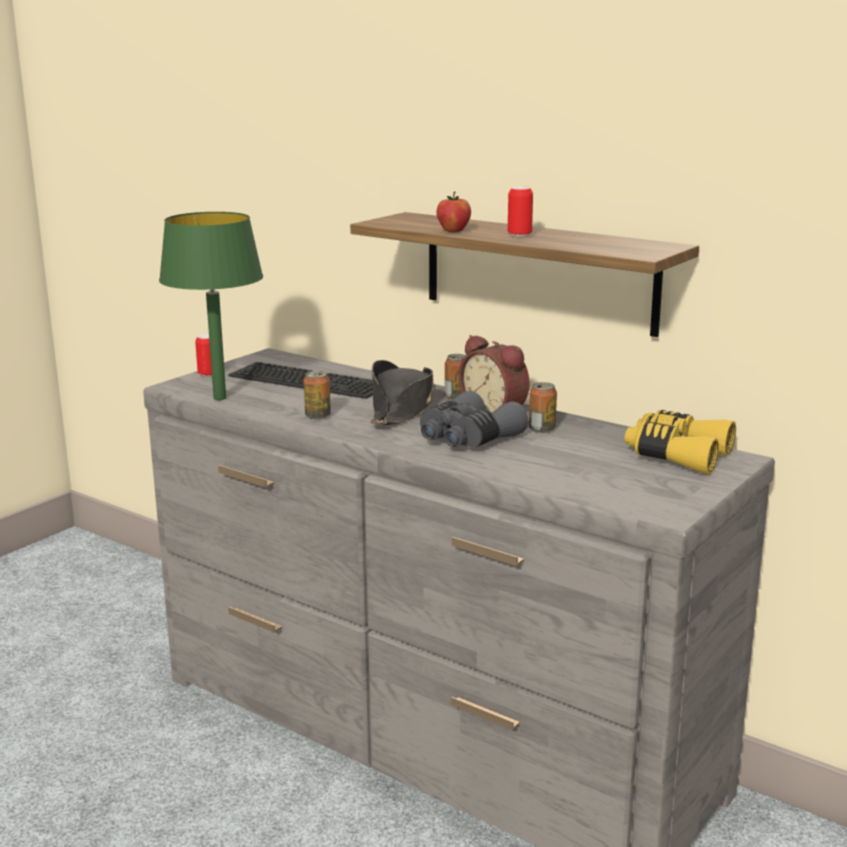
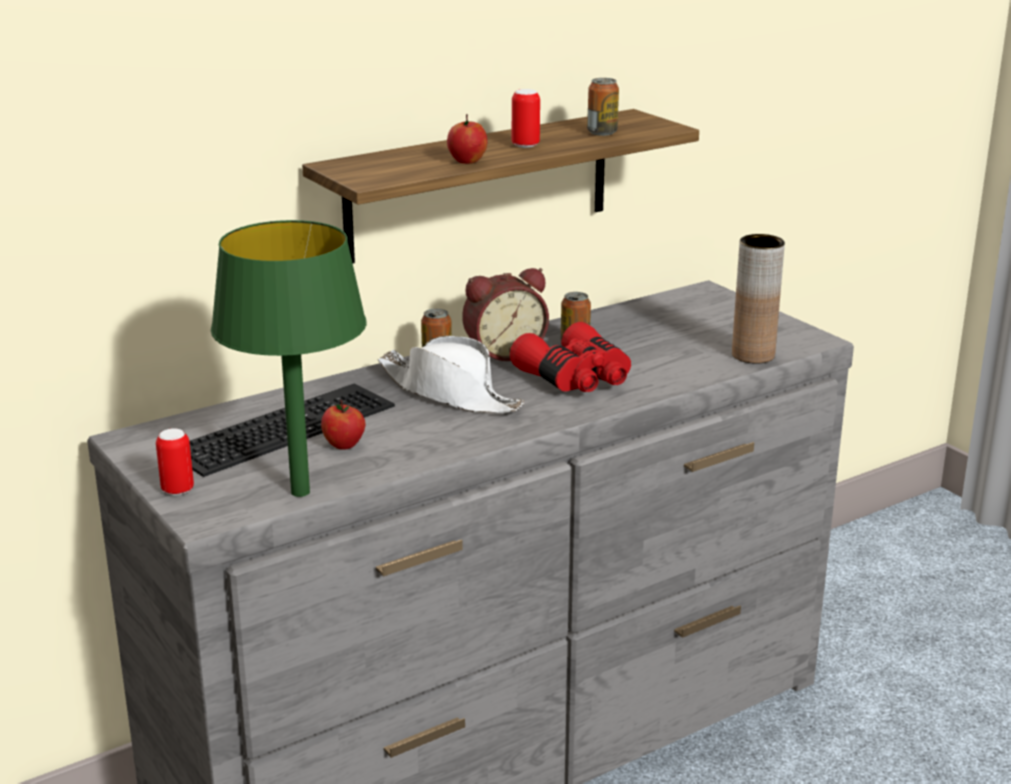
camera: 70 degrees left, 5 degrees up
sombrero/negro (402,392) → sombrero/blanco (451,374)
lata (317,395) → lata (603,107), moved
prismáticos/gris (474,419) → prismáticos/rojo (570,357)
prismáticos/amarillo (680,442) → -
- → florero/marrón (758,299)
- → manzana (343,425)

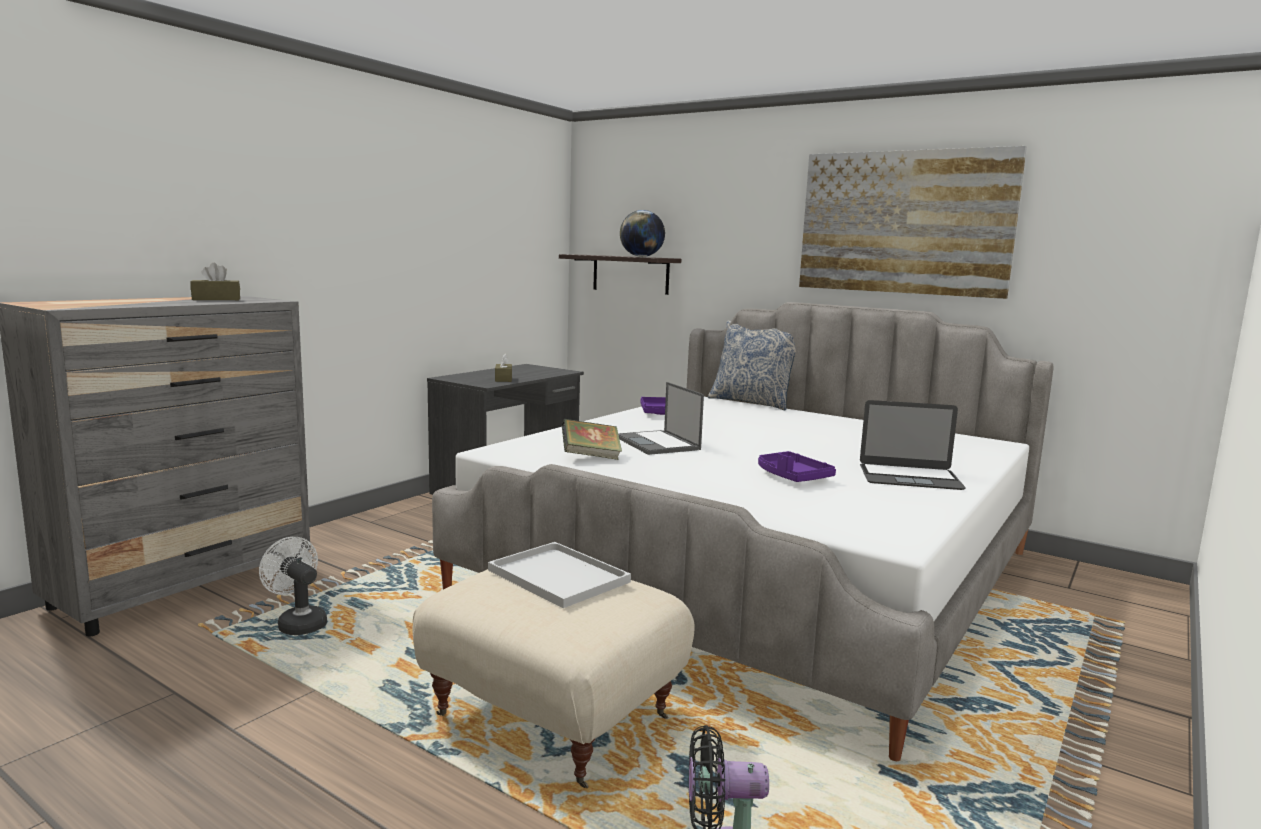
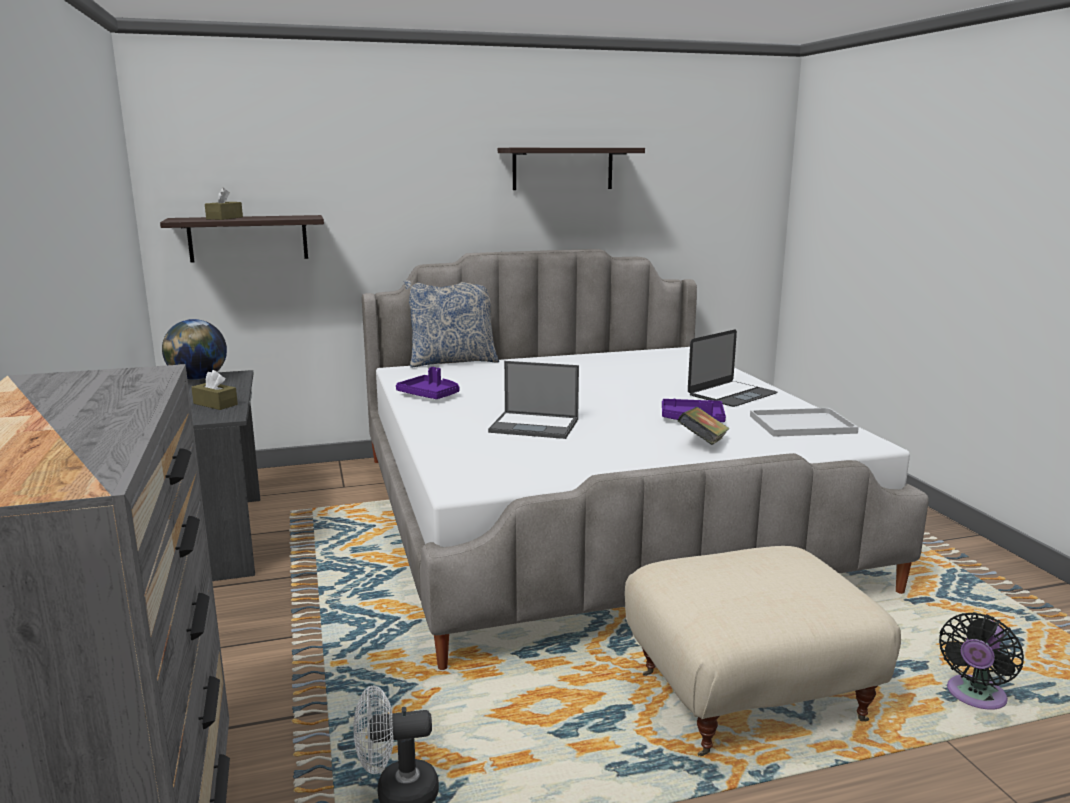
camera: 50 degrees left, 5 degrees up
cuadro (913,222) → estante (571,169)
globo terráqueo (642,233) → globo terráqueo (194,349), moved
caja de pañuelos/marrón (215,281) → caja de pañuelos/marrón (224,204), moved
libro (592,439) → libro (703,426), moved
bandeja/blanco (559,575) → bandeja/blanco (804,422), moved

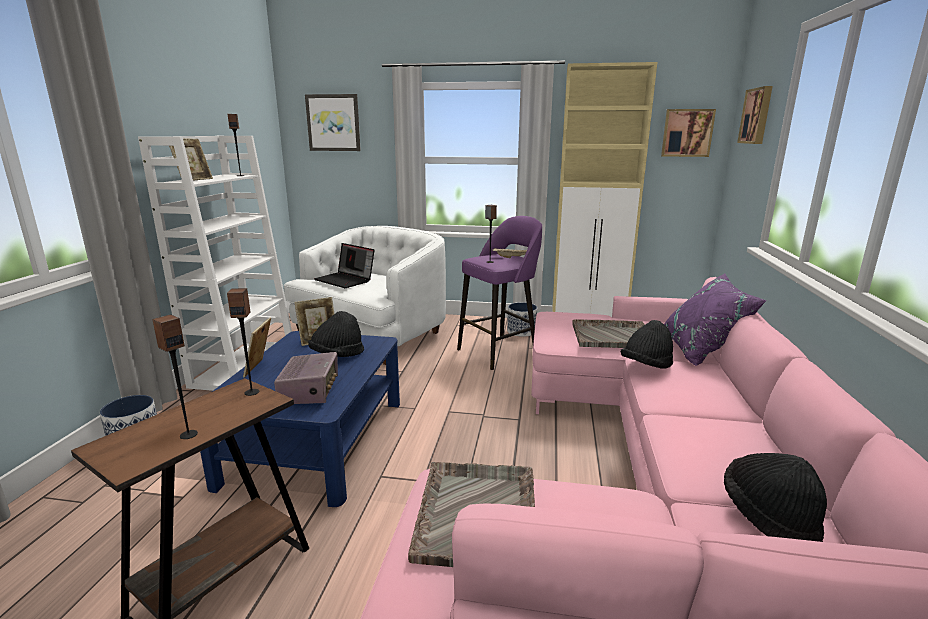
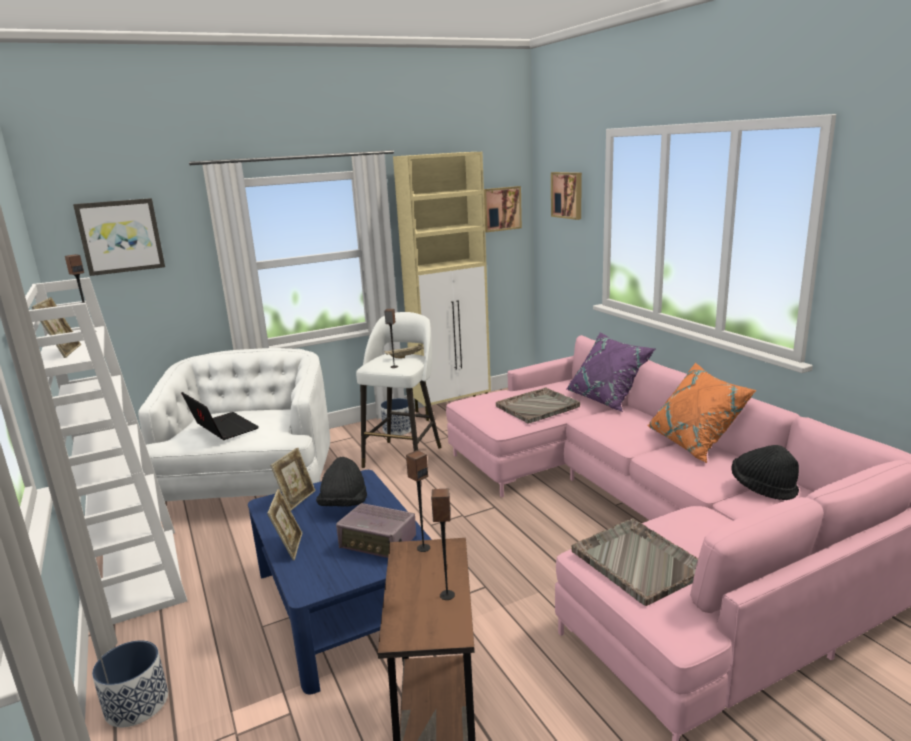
camera: 35 degrees left, 0 degrees up
taburete/morado (499,293) → taburete/blanco (399,390)
portátil (344,265) → portátil (220,416), 135 degrees counterclockwise
portarretratos (257,348) → portarretratos (284,524), 150 degrees counterclockwise
sombrero/negro (646,344) → -
radio (306,378) → radio (376,530), 150 degrees clockwise
- → cojín/naranja (702,412)

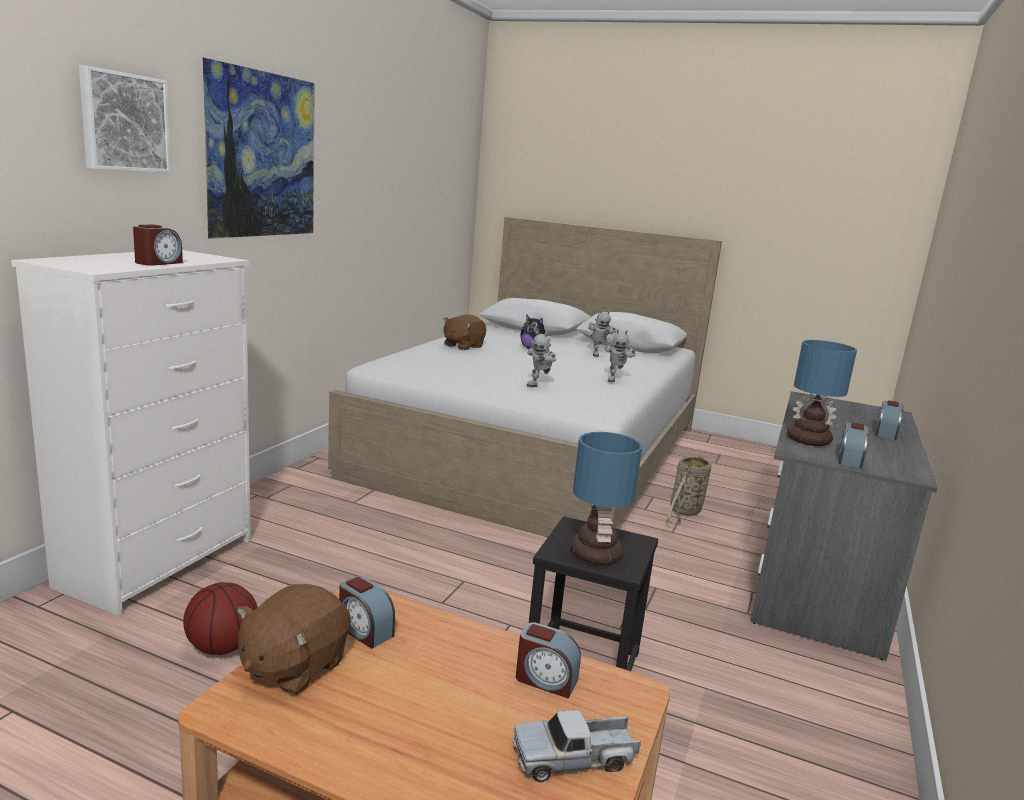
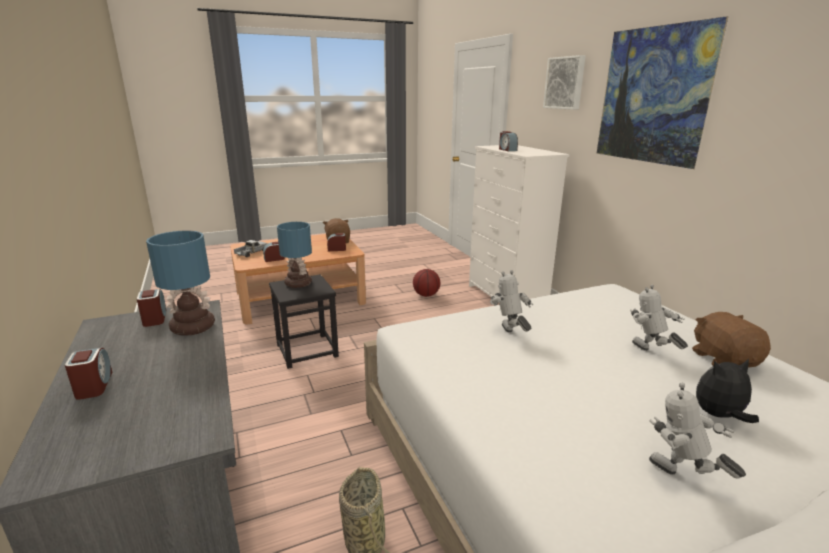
camera: 135 degrees right, 5 degrees up
robot de juguete (620,355) → robot de juguete (659,317), moved

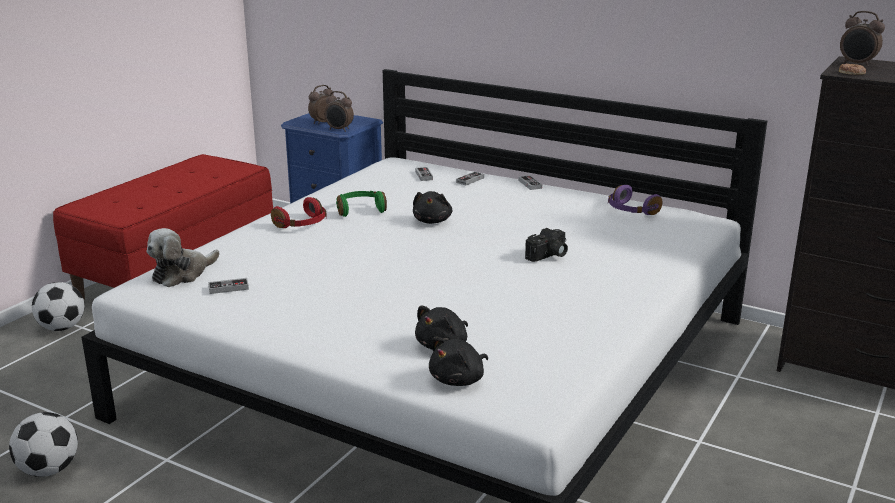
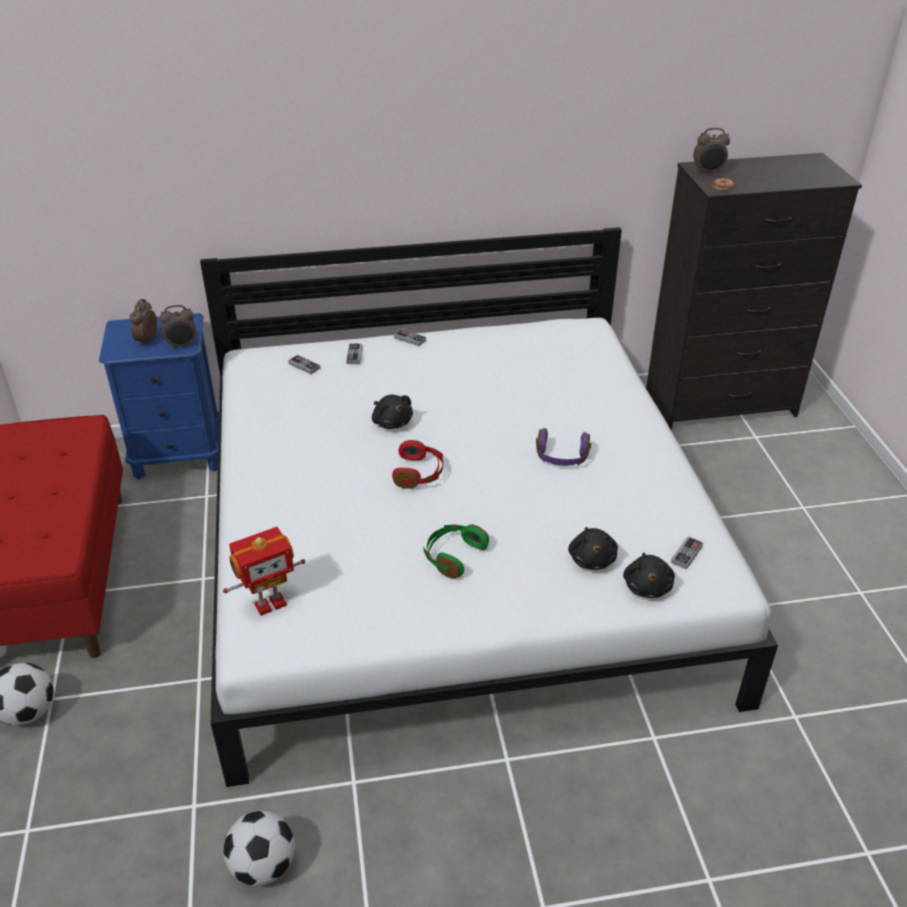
camera: 40 degrees left, 15 degrees up
auriculares/morado (635,200) → auriculares/morado (563,447), moved
auriculares/verde (361,204) → auriculares/verde (456,551), moved
auriculares/rojo (298,212) → auriculares/rojo (417,464), moved
peluche (183,257) → robot de juguete (264,571)
cámara (546,245) → -
mando de consola (228,286) → mando de consola (687,553), moved

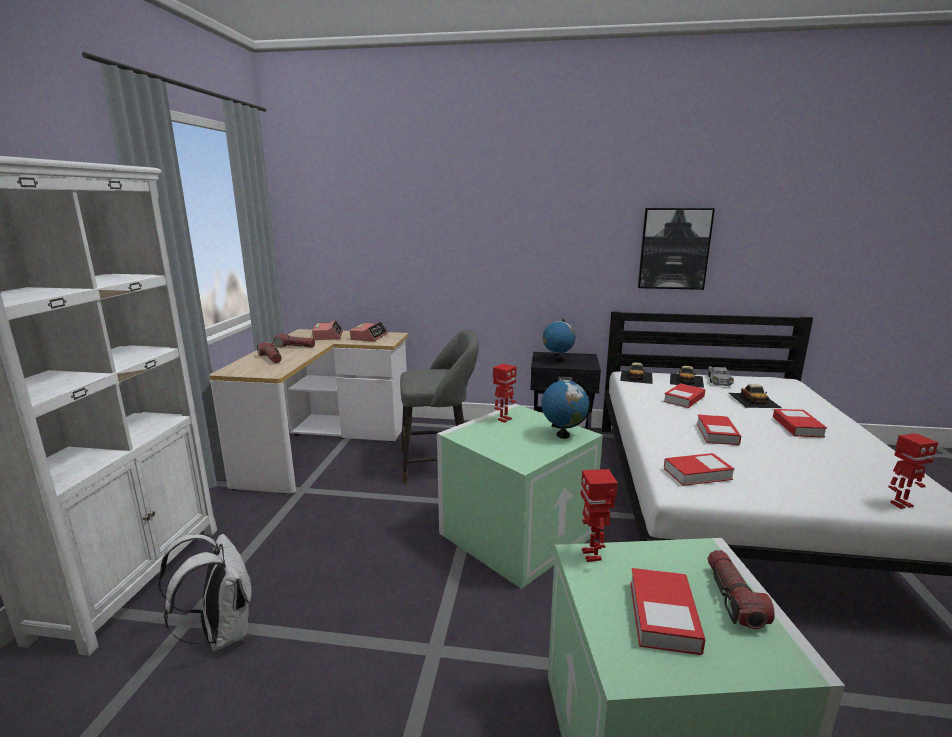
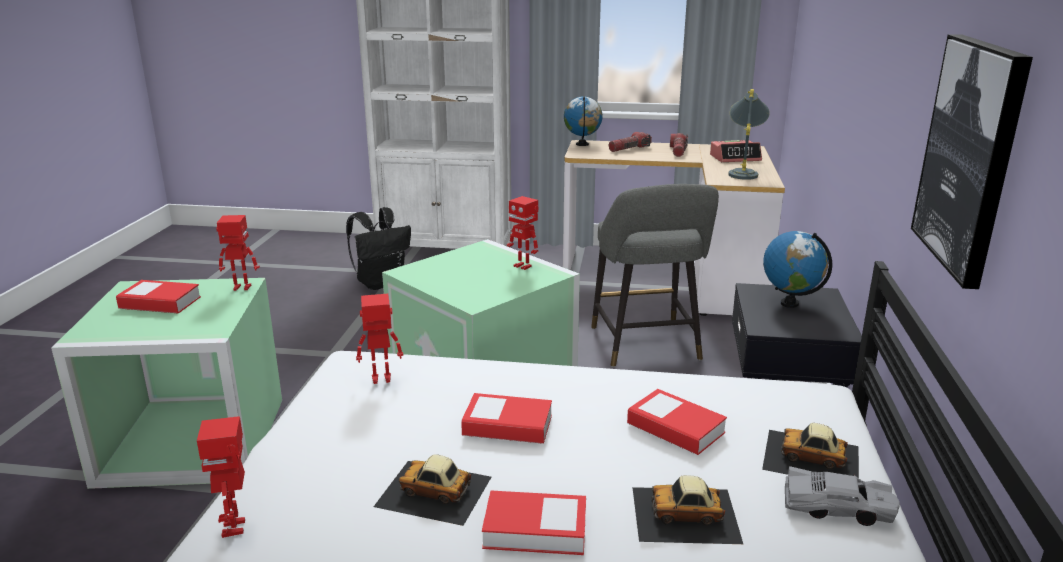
camera: 90 degrees right, 5 degrees up
despertador (369,331) → lámpara de mesa/gris (749,134)
coche de juguete (636,373) → coche de juguete (432,490), moved
globo terráqueo (567,409) → globo terráqueo (583,121), moved
libro (699,469) → robot de juguete (379,339)
mochila/blanco (204,592) → mochila/negro (378,248)
linterna (741,589) → -

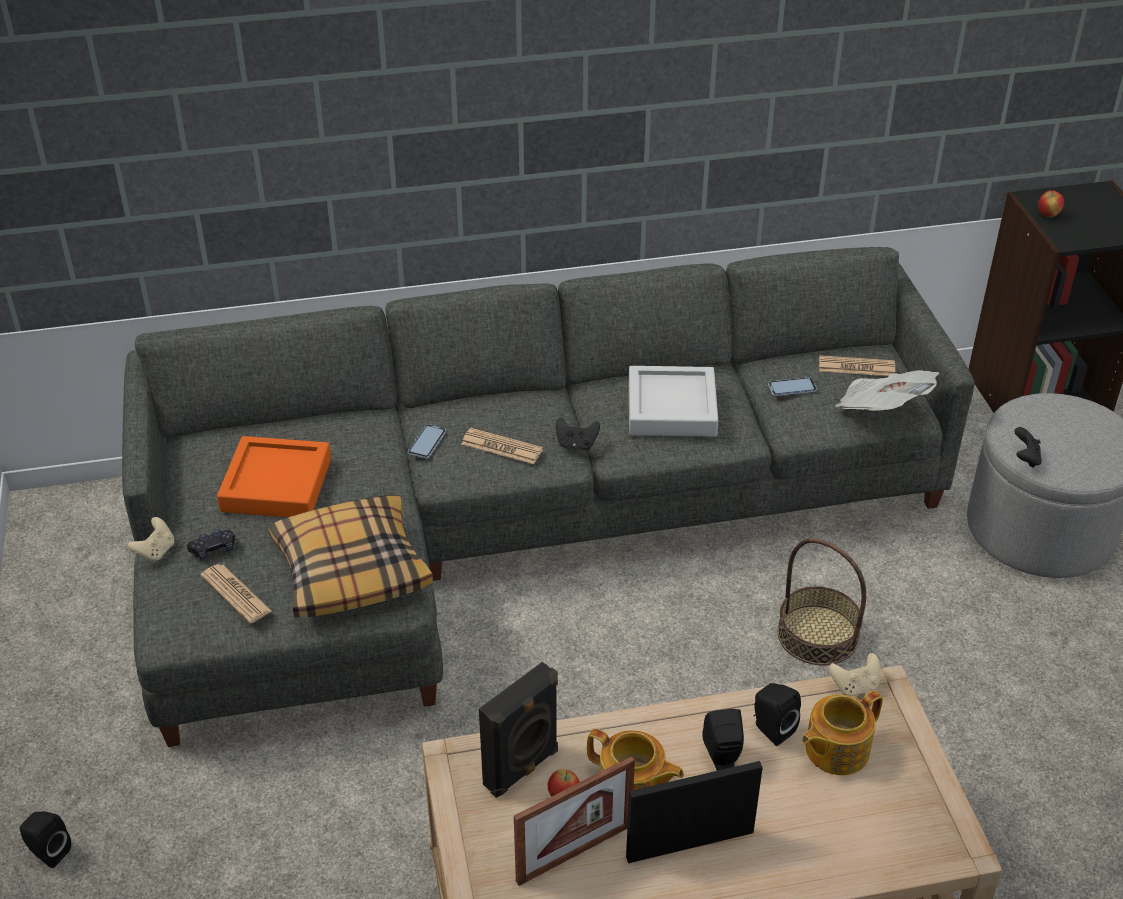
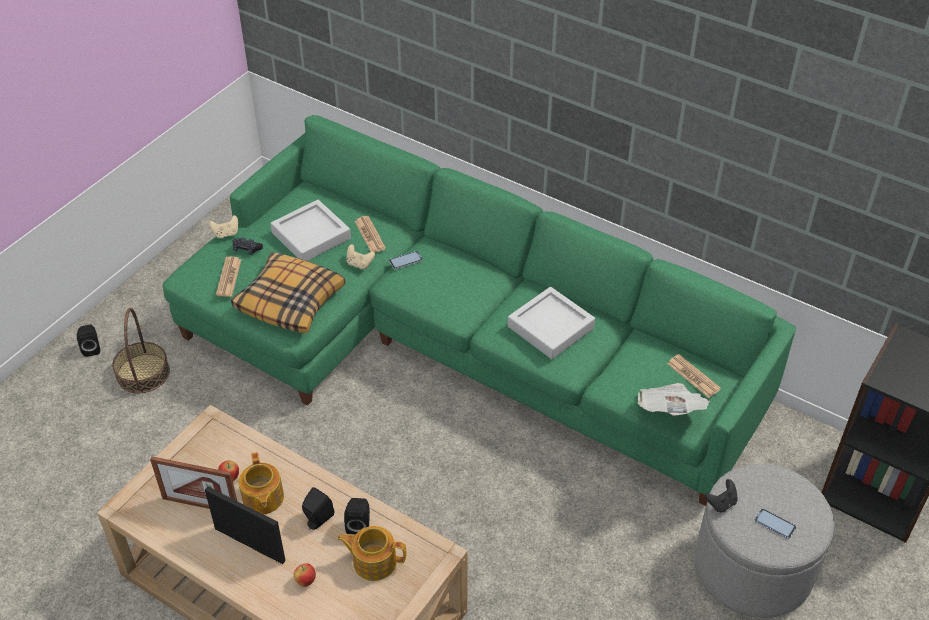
camera: 45 degrees right, 5 degrees up
manzana (1051,203) → manzana (305,575), moved
sofá/gris (548,497) → sofá/verde (479,310)
móvil (792,386) → móvil (775,523), moved
mando de consola/negro (578,433) → -
periódico (502,446) → periódico (370,234), moved
bandeja/naranja (274,476) → bandeja/gris (310,230)
cesta (821,601) → cesta (141,350), moved
mando de consola/beis (854,675) → mando de consola/beis (361,256), moved
altavoz/negro (518,730) → -

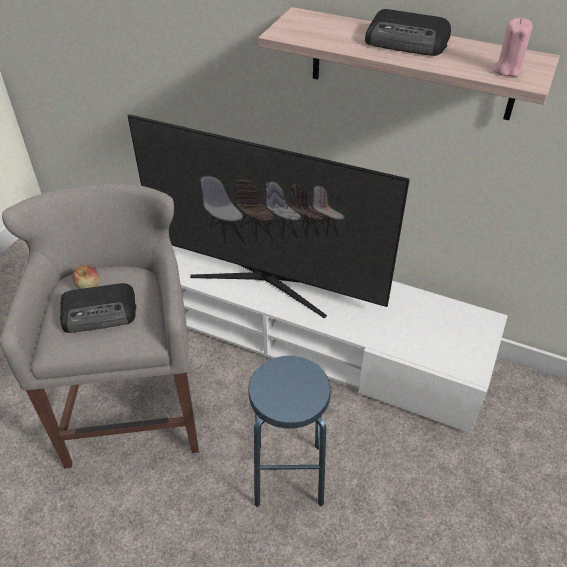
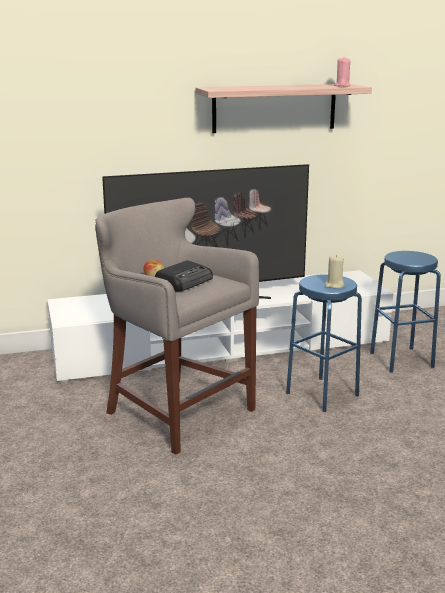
camera: 40 degrees left, 25 degrees down
radio (408,32) → -
- → taburete/azul (405,312)
- → vela/beis (334,271)

